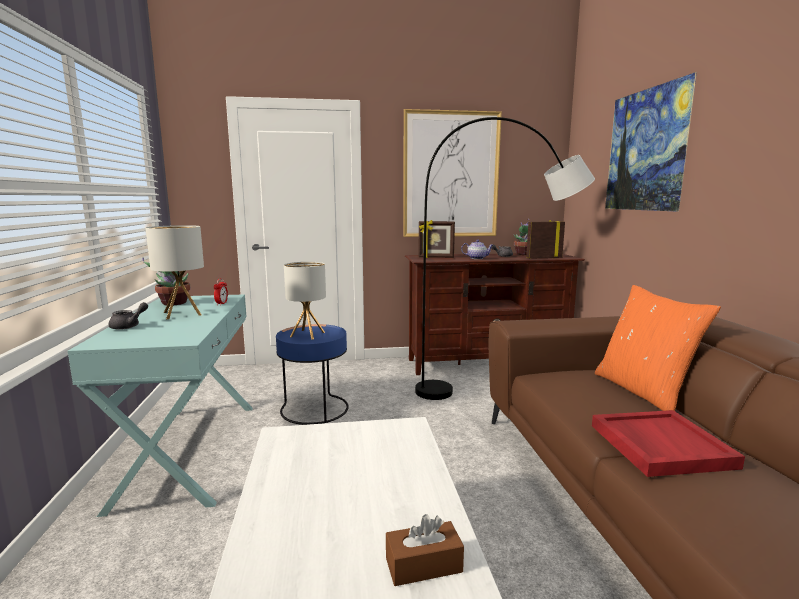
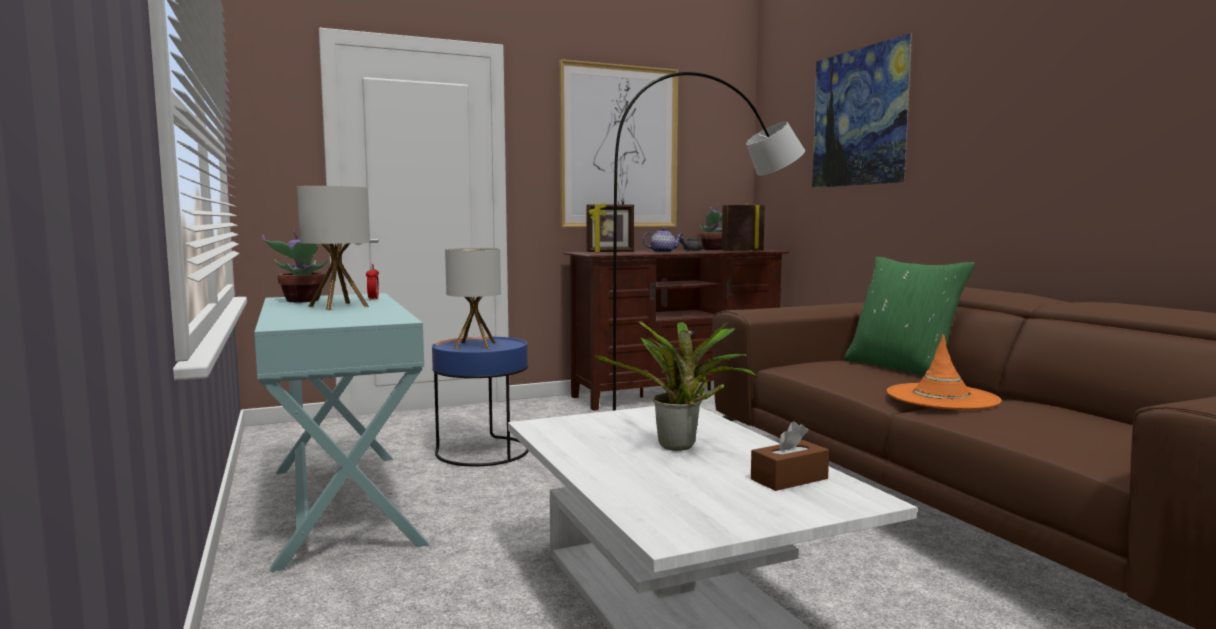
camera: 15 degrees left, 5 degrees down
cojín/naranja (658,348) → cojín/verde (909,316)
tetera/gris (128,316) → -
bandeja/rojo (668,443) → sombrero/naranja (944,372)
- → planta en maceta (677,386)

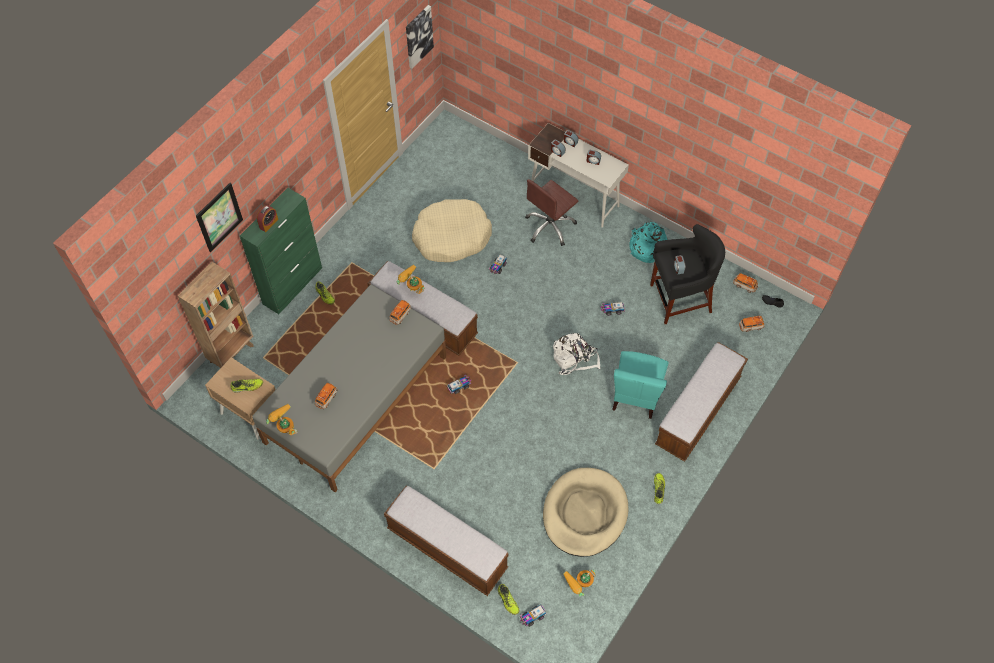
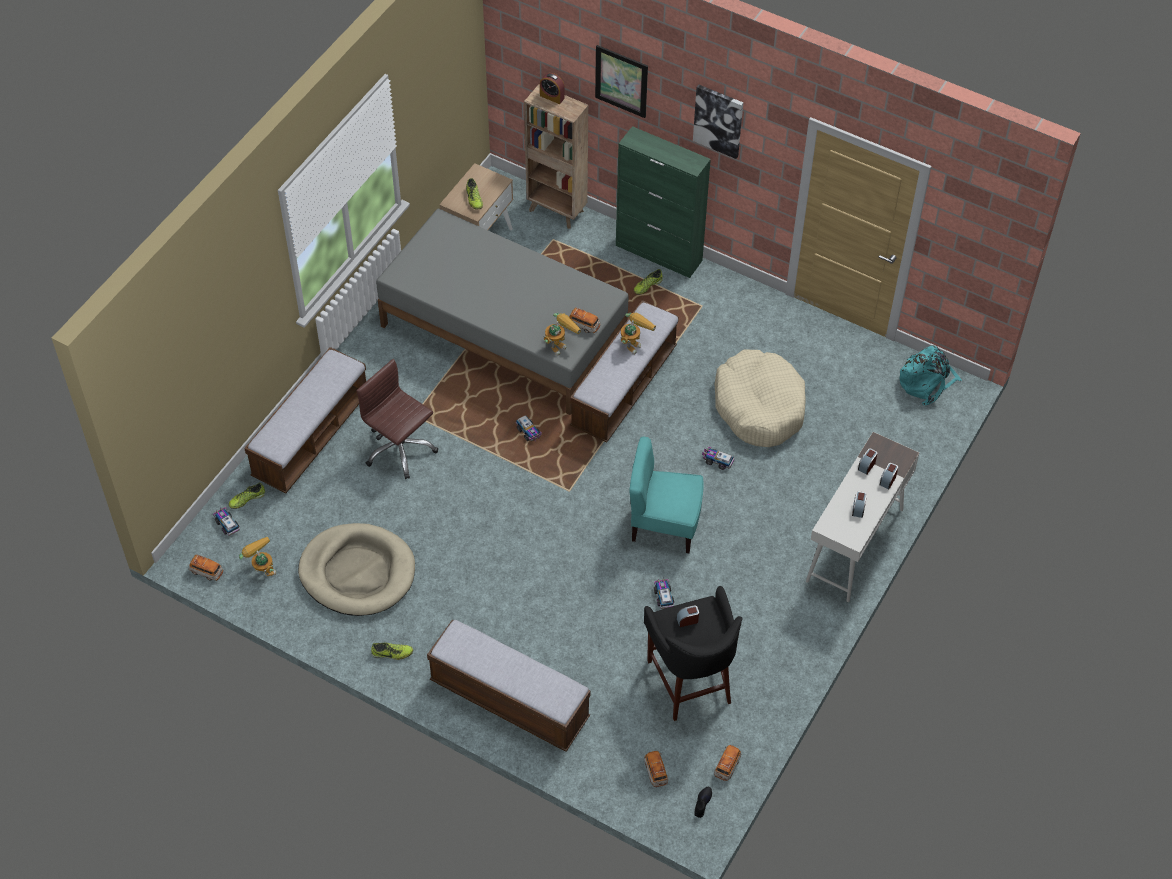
camera: 85 degrees right, 5 degrees down
cuadro (420,37) → cuadro (718,122), moved
silla de oficina/marrón (551,212) → silla de oficina/marrón (397,419), moved
despertador (267,218) → despertador (552,88), moved
mochila/turquesa (648,242) → mochila/turquesa (930,375), moved
mochila/blanco (576,354) → -
silla/turquesa (640,385) → silla/turquesa (666,495), moved
coche de juguete (326,396) → coche de juguete (206,568), moved
robot de juguete (282,419) → robot de juguete (562,334), moved

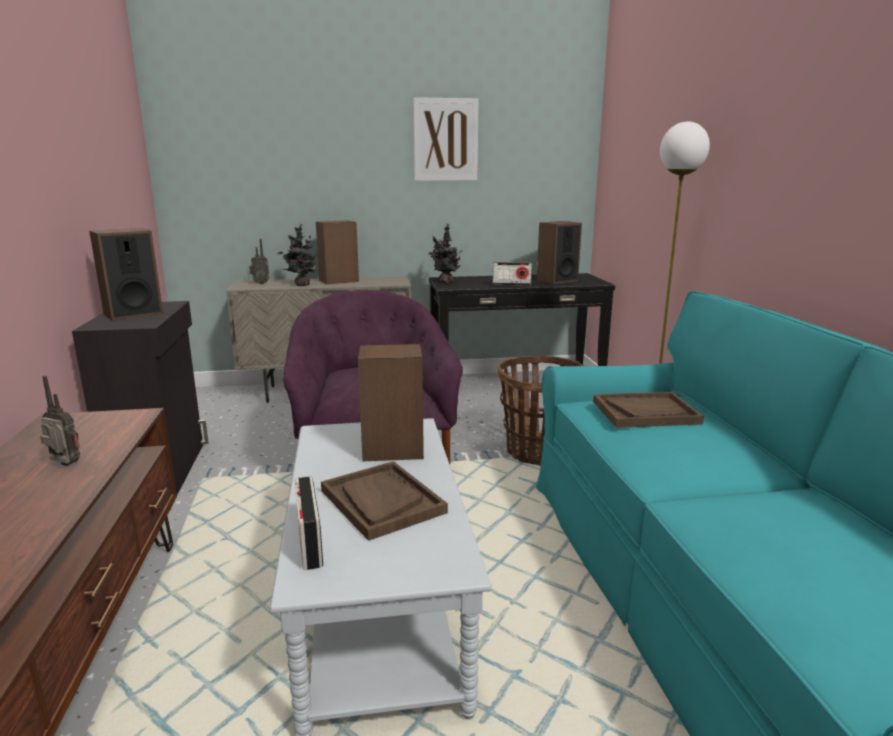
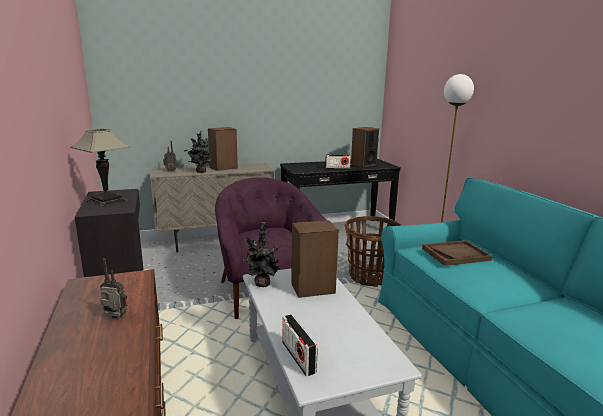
camera: 10 degrees left, 0 degrees up
cuadro (446,139) → -
planta en maceta (445,254) → planta en maceta (261,254), moved
altavoz (126,274) → lámpara de mesa (100,168)
bandeja/marrón (384,501) → -

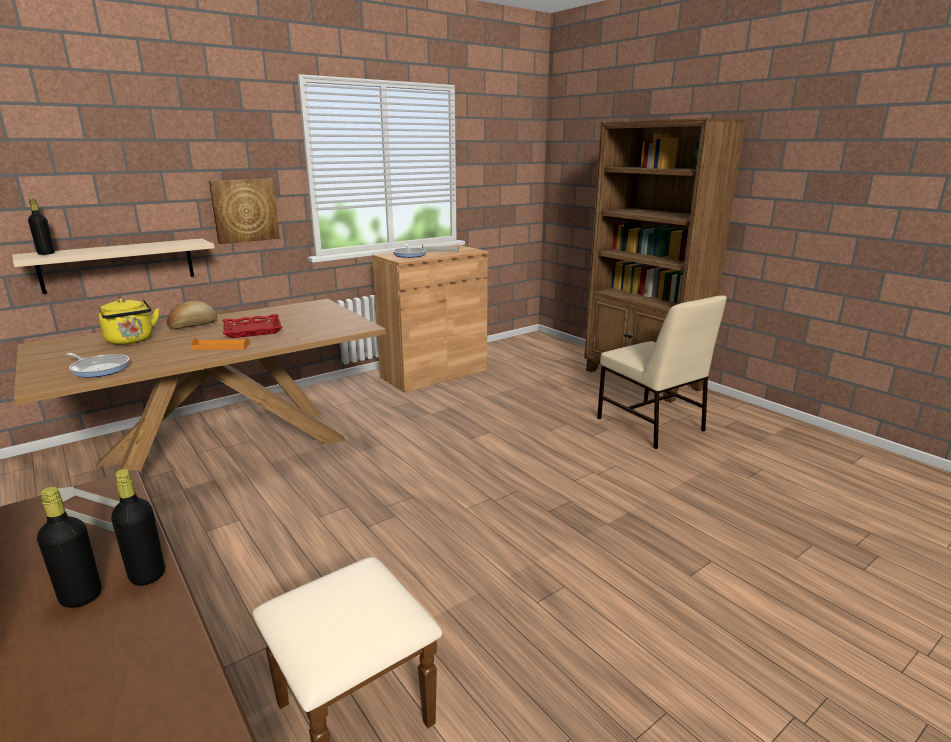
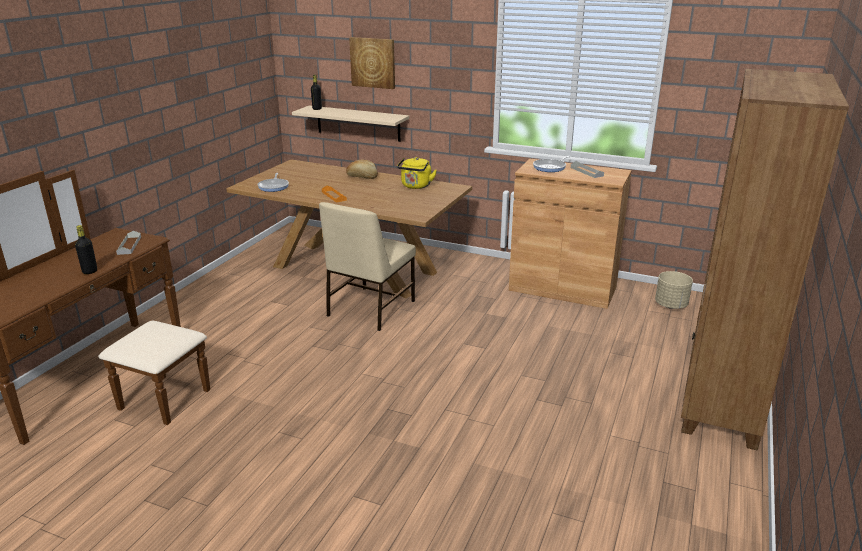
camera: 60 degrees right, 5 degrees up
cuadro (244,211) → cuadro (372,63), moved
silla/beis (662,372) → silla/beis (367,266), moved
hervidor/amarillo (128,321) → hervidor/amarillo (417,173), moved
bandeja/rojo (253,326) → -
botella/negro (69,547) → -
- → maceta/beis (674,290)

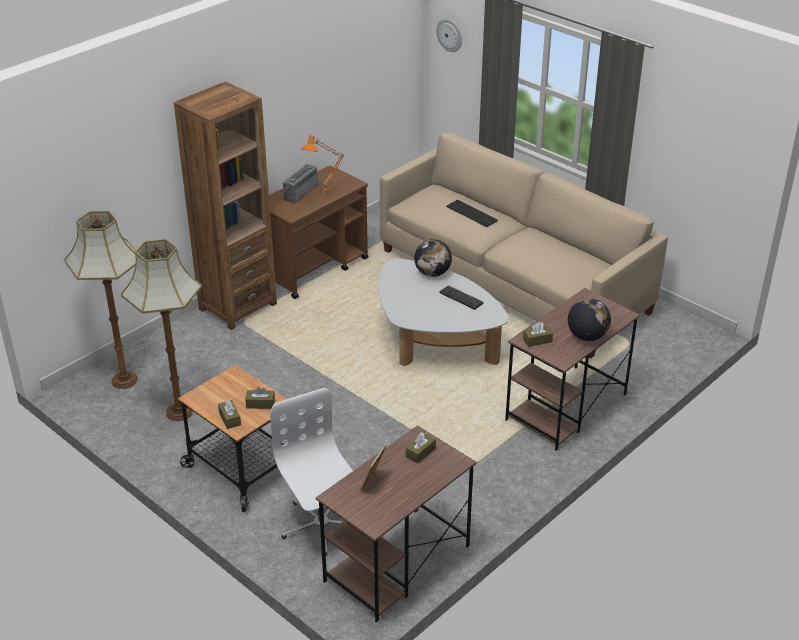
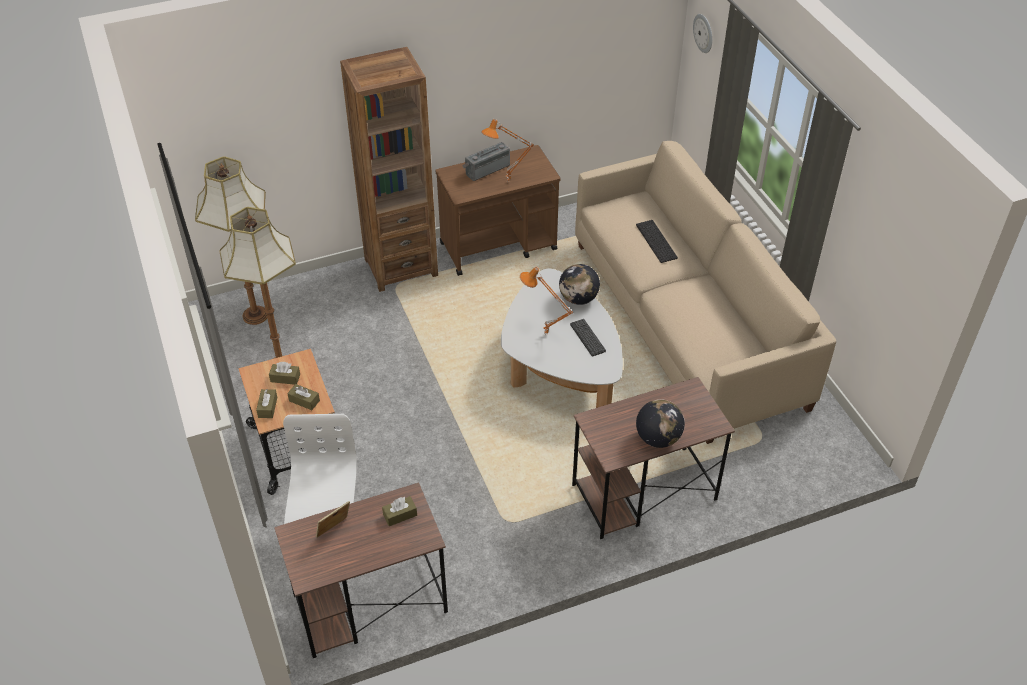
camera: 25 degrees right, 10 degrees up
caja de pañuelos/marrón (538,334) → caja de pañuelos/marrón (284,373), moved
- → lámpara de mesa/naranja (546,301)

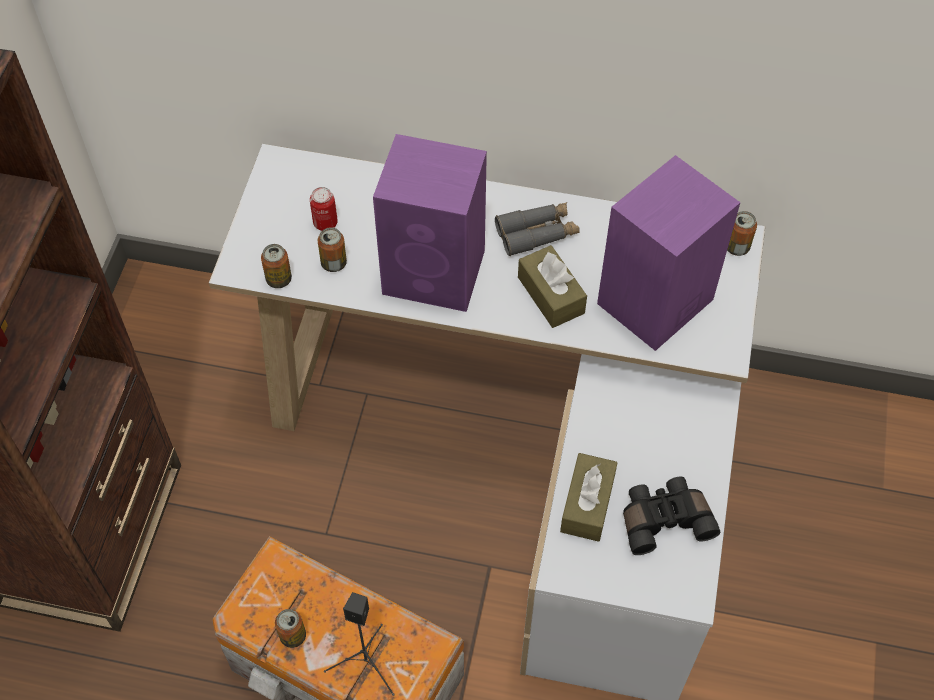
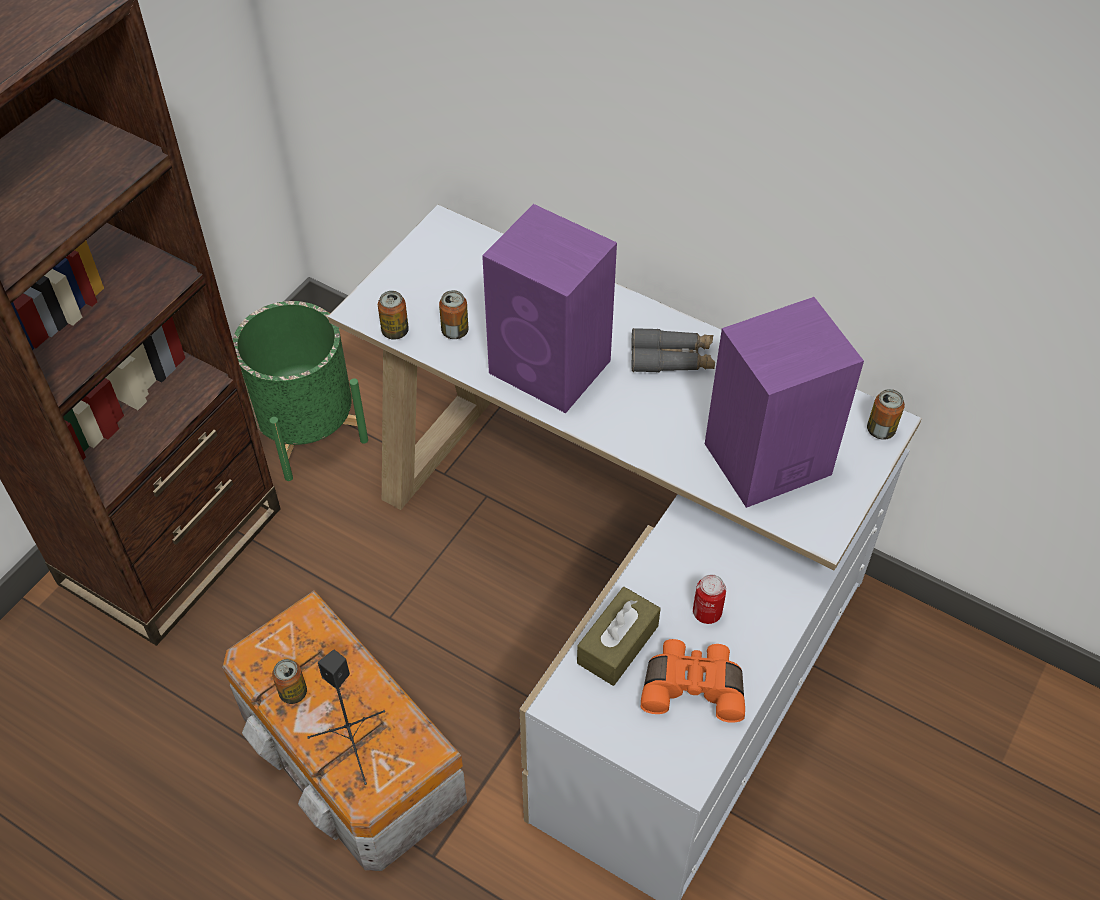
camera: 20 degrees right, 5 degrees down
lata (324,209) → lata (709,599), moved
caja de pañuelos/marrón (552,286) → -
prismáticos/negro (671,516) → prismáticos/naranja (693,681)
- → maceta/verde (300,391)

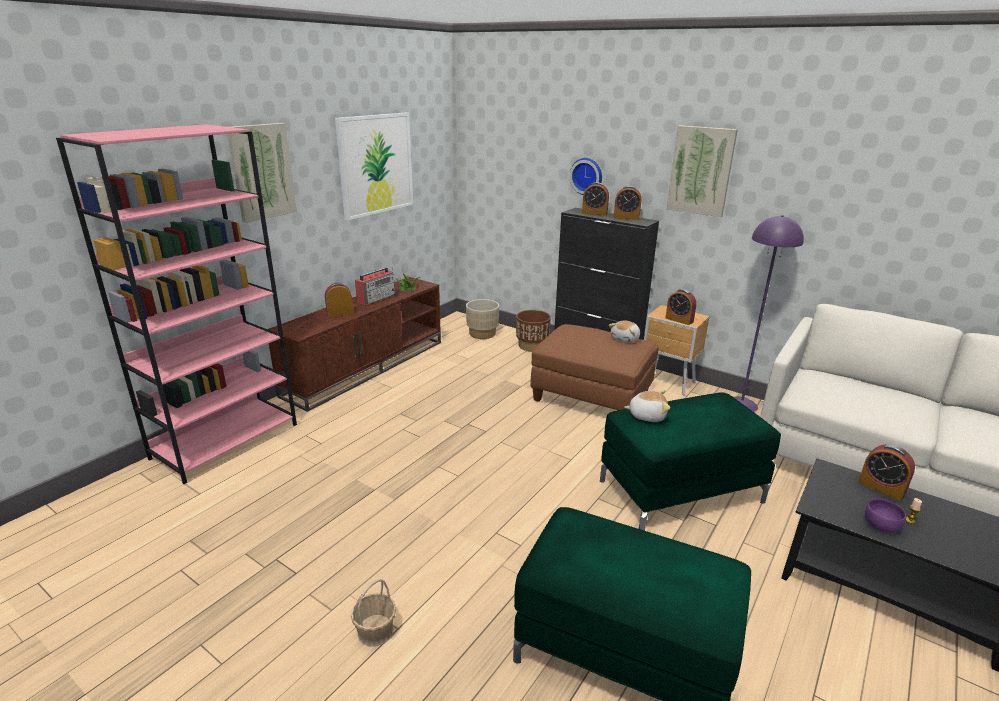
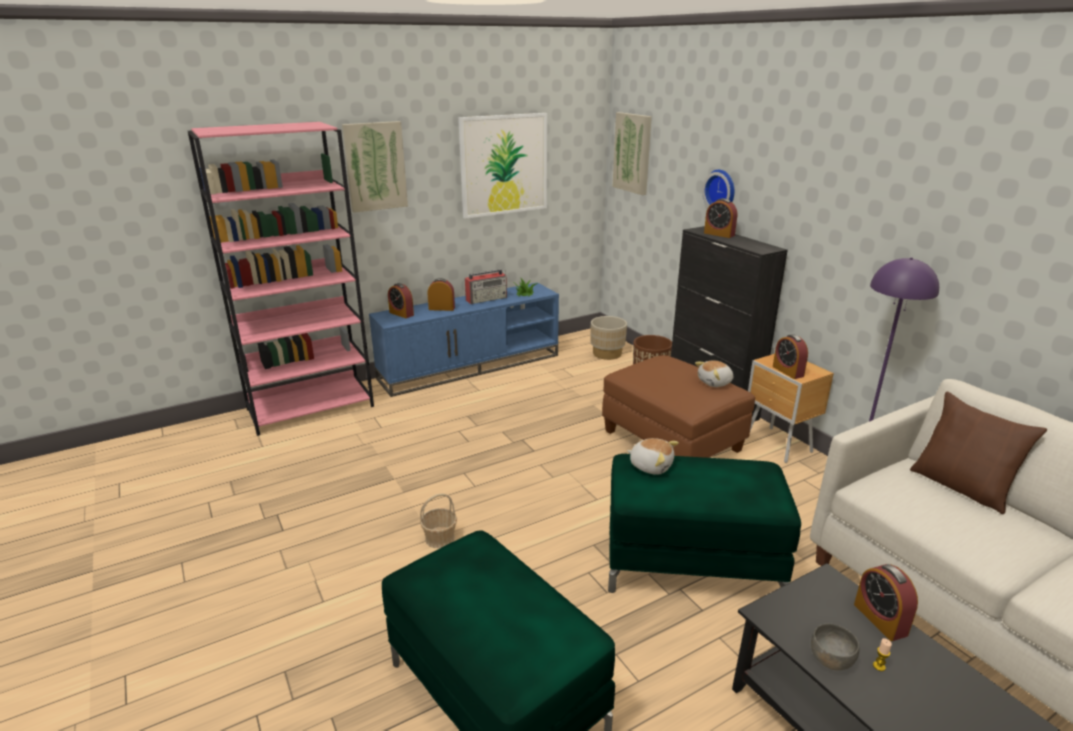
camera: 25 degrees right, 0 degrees up
cuadro (702,171) → cuadro (632,153), moved
despertador (628,203) → despertador (401,300), moved
mueble de televisión/marrón (354,344) → mueble de televisión/azul (464,339)
cuenco/morado (885,516) → cuenco/gris (835,646)
cesta (373,613) → cesta (438,521), moved
- → cojín/marrón (978,453)

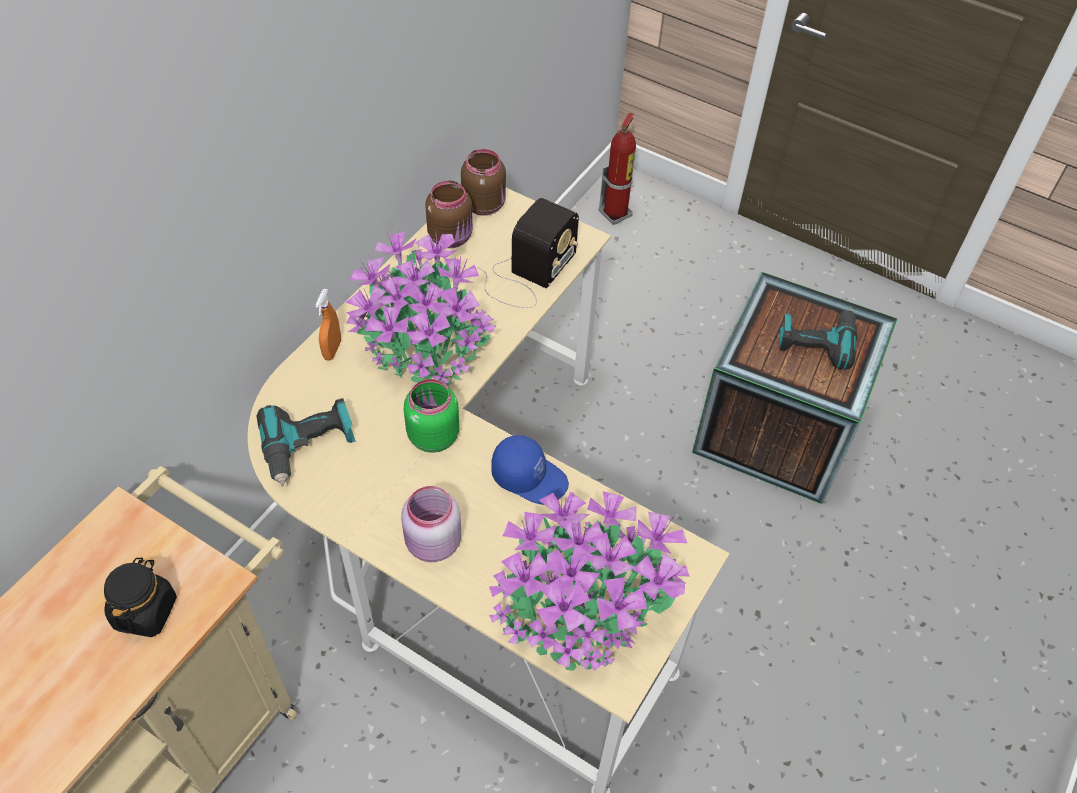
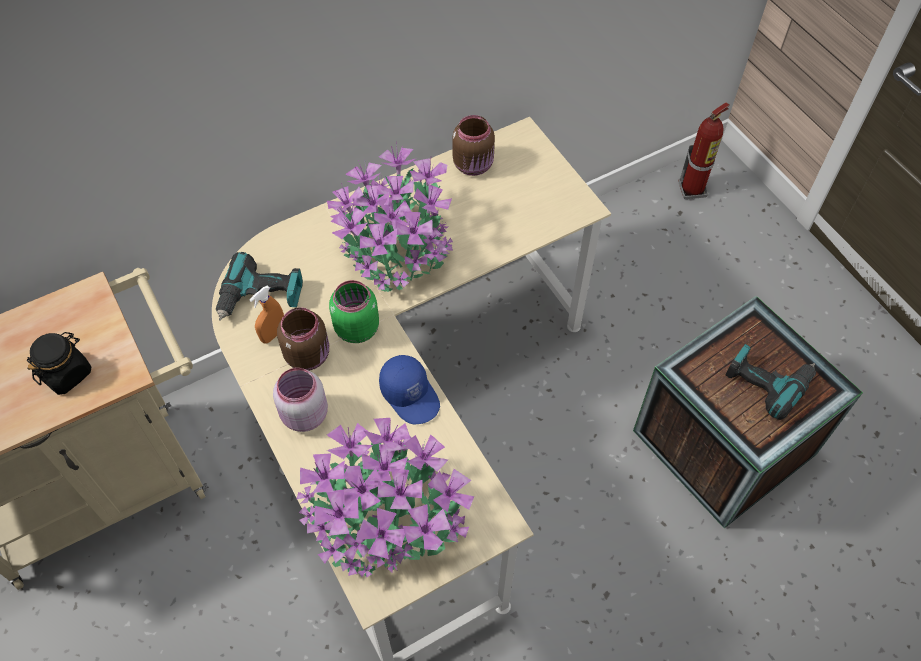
camera: 30 degrees right, 5 degrees up
tarro/marrón (483,182) → tarro/marrón (303,339), moved
radio (528,253) → -
pulverizador/naranja (328,325) → pulverizador/naranja (266,315), moved

